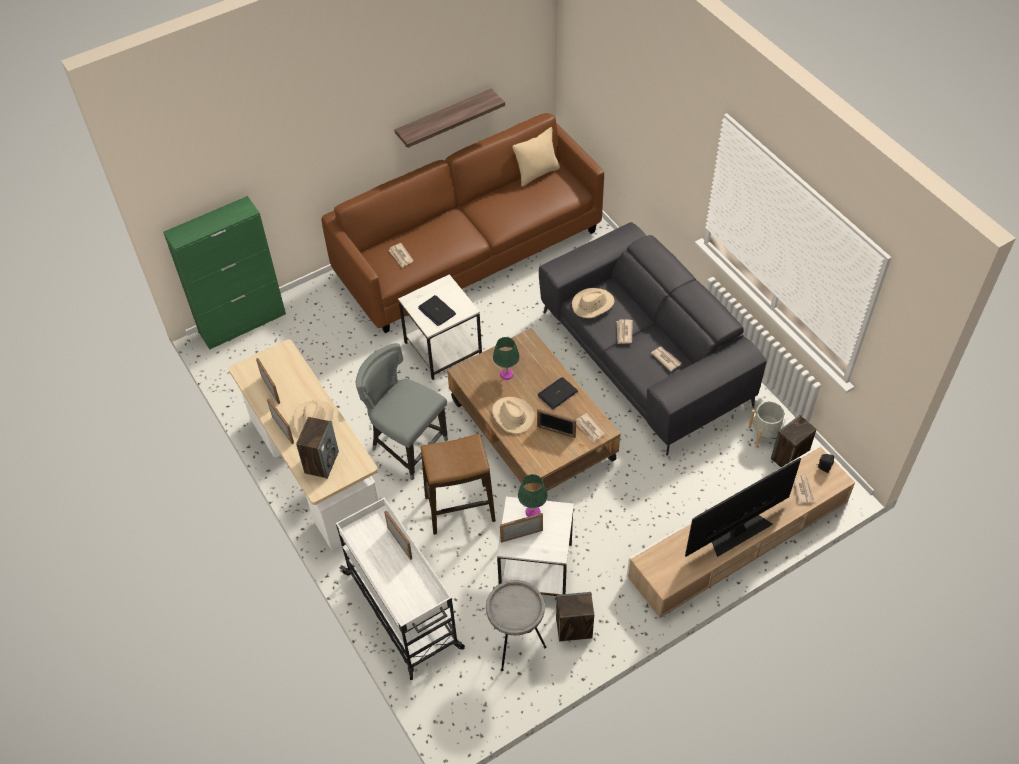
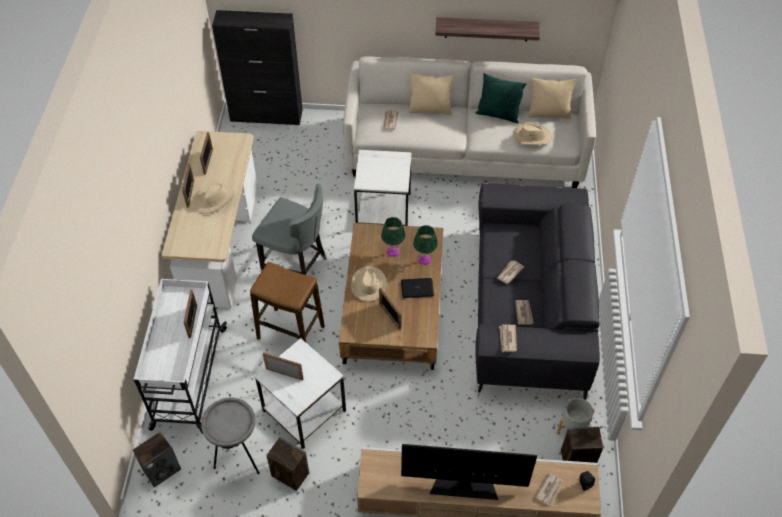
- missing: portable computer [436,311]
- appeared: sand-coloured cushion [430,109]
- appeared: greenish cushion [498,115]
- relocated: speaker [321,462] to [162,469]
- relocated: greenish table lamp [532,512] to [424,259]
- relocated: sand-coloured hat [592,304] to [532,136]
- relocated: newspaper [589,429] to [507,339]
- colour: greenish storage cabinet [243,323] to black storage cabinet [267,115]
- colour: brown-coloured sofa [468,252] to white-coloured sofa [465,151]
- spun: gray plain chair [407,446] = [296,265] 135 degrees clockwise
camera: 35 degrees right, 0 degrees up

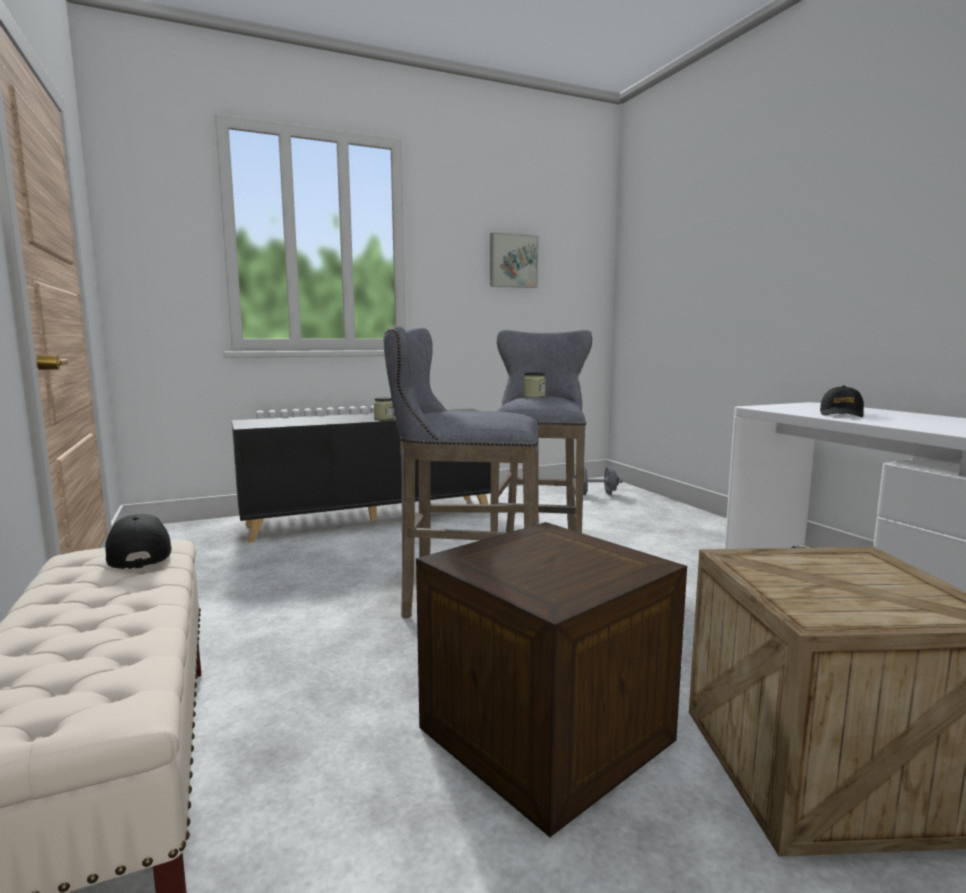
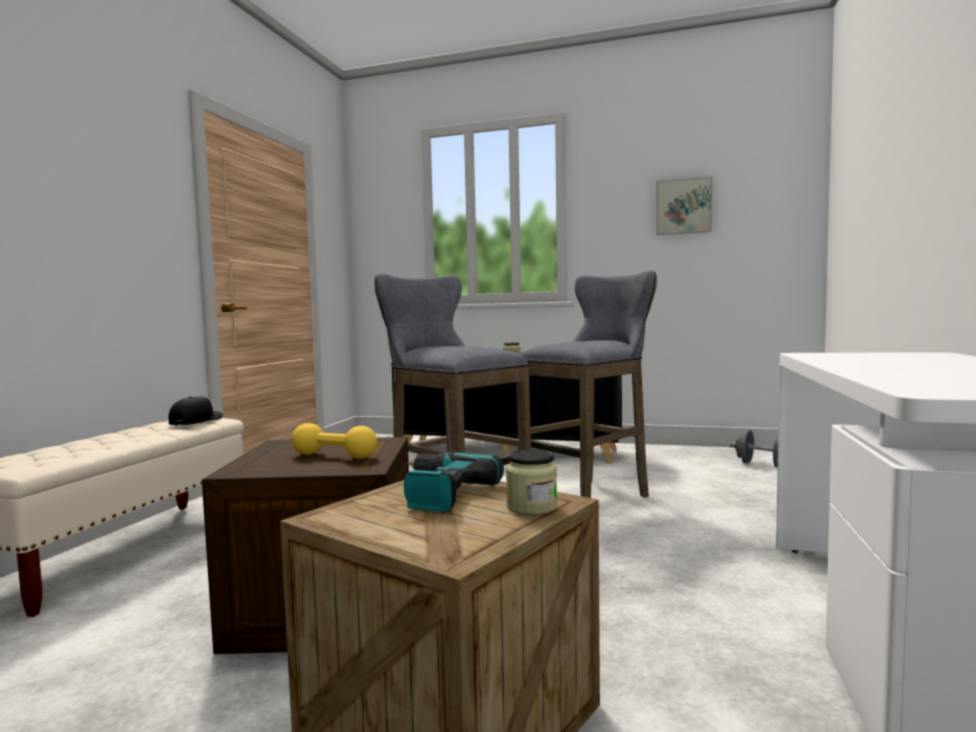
- missing: black baseball cap [841,414]
- appeared: yellow free weight [334,456]
- appeared: drill [440,494]
- relocated: jar [534,396] to [531,507]
camera: 40 degrees right, 5 degrees down

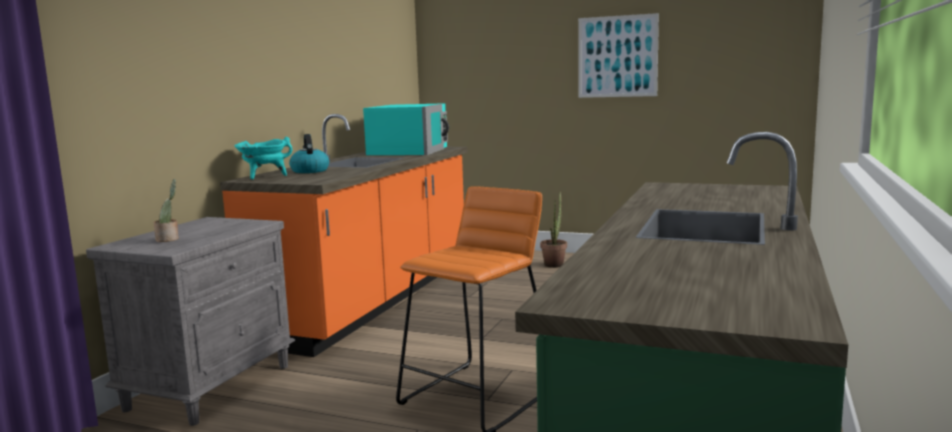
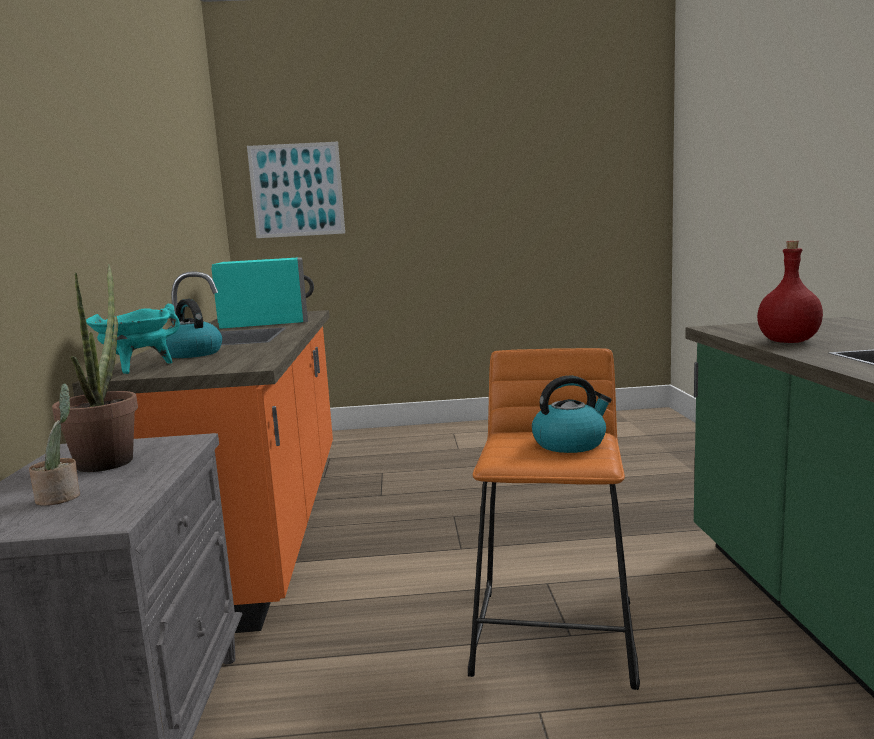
- appeared: tea kettle [570,443]
- appeared: red drink bottle [787,341]
- relocated: potted plant [554,264] to [109,459]
- relocated: wall picture [617,56] to [297,190]
camera: 25 degrees left, 0 degrees up

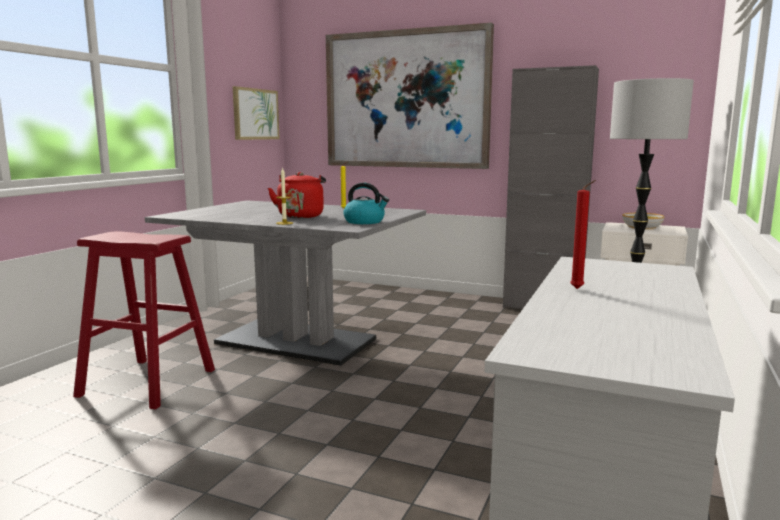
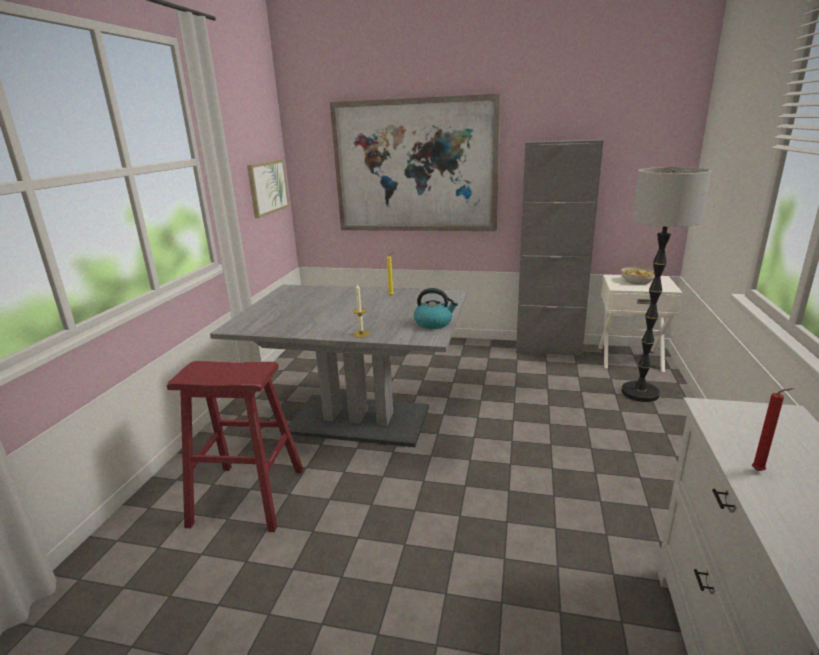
- missing: red tea kettle [301,216]
camera: 10 degrees left, 10 degrees up

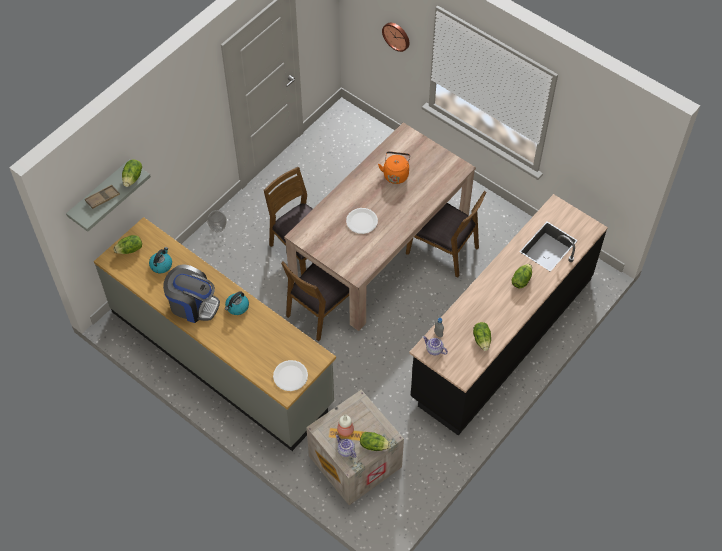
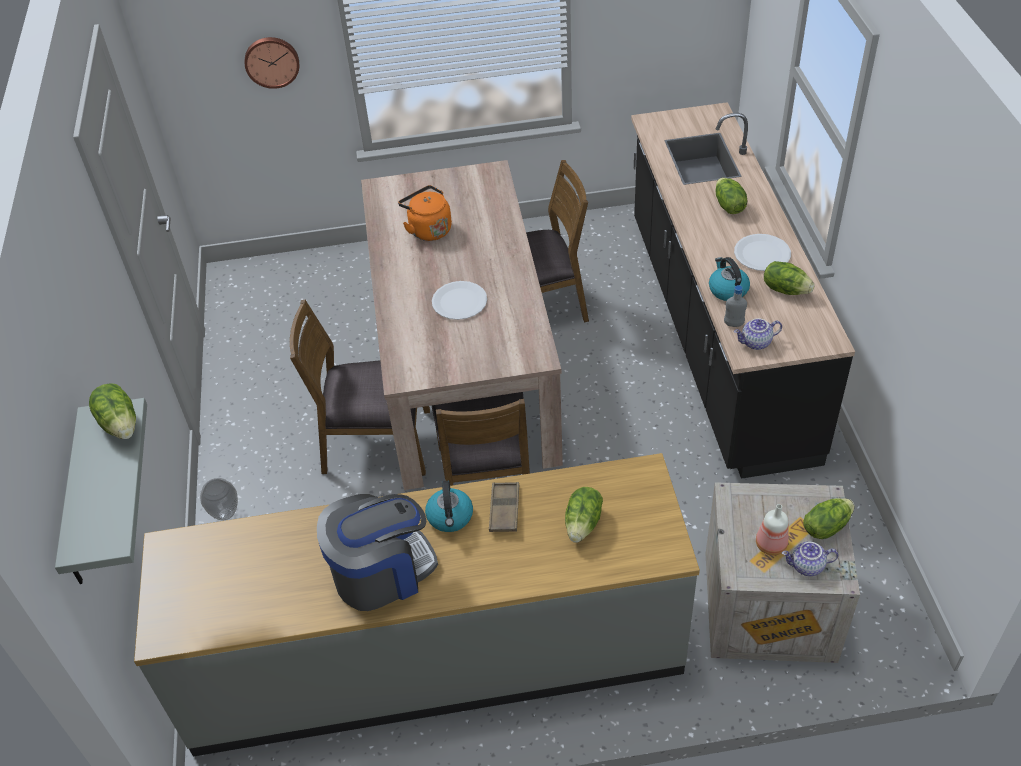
- relocated: brown-coloured tray [102,198] to [504,510]
- relocated: lettuce head [130,250] to [583,523]
- relocated: tea kettle [161,265] to [727,290]
- relocated: white-coloured plate [290,376] to [762,254]
camera: 45 degrees left, 10 degrees down

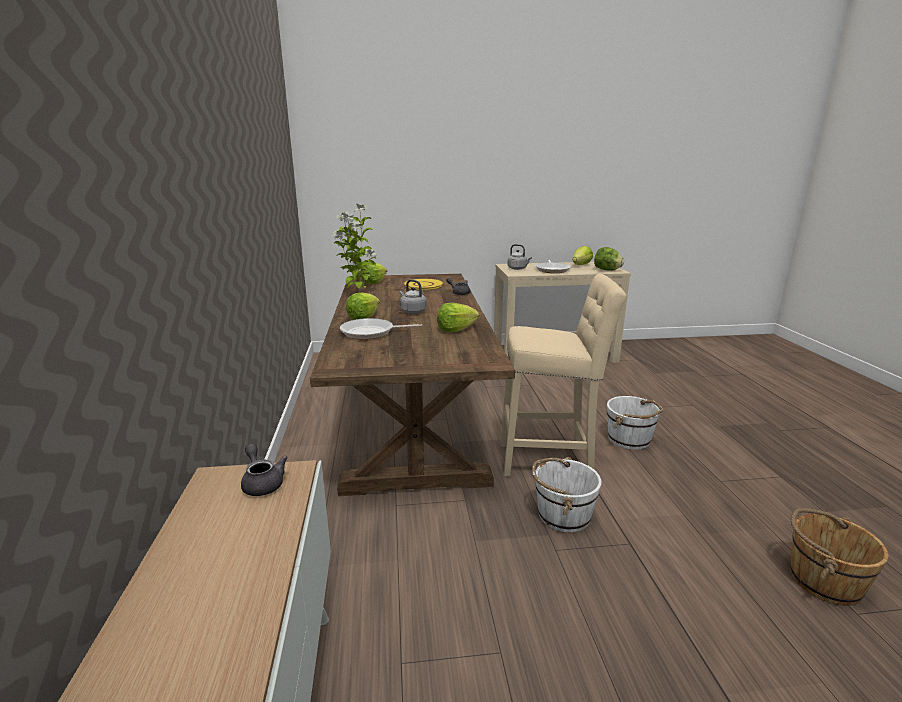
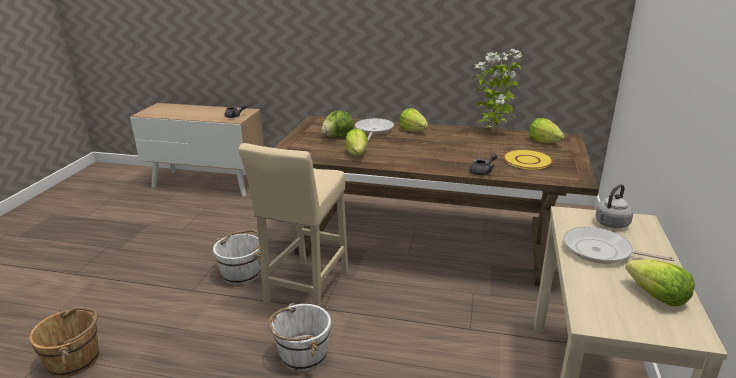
- missing: gray tea kettle [412,311]
- relocated: lettuce head [607,270] to [337,136]
camera: 110 degrees right, 5 degrees up

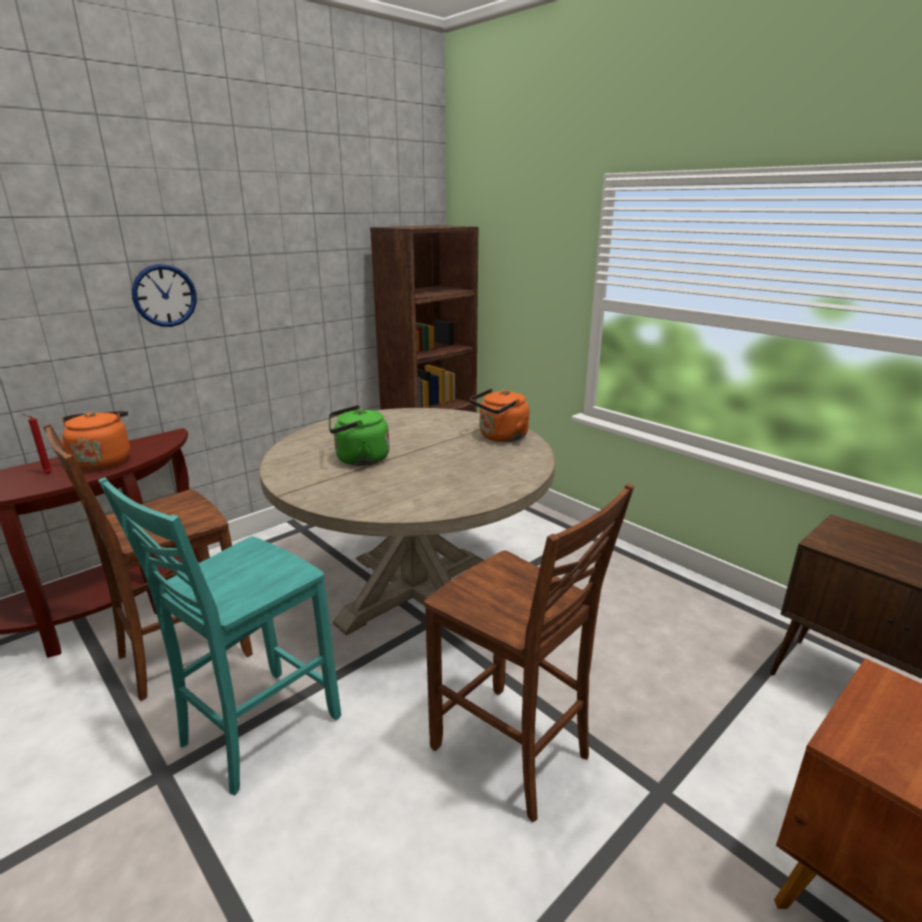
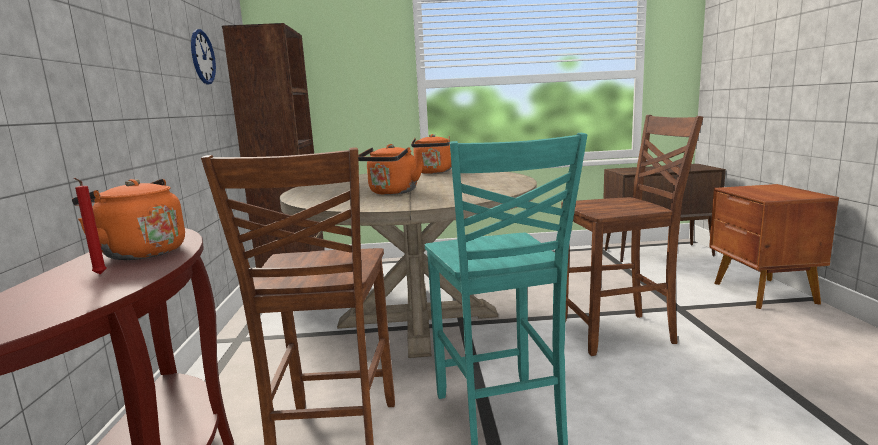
- relocated: clock on the wall [164,295] to [202,57]
- colour: greenish tea kettle [359,459] to orange-coloured tea kettle [392,193]
camera: 50 degrees left, 10 degrees down

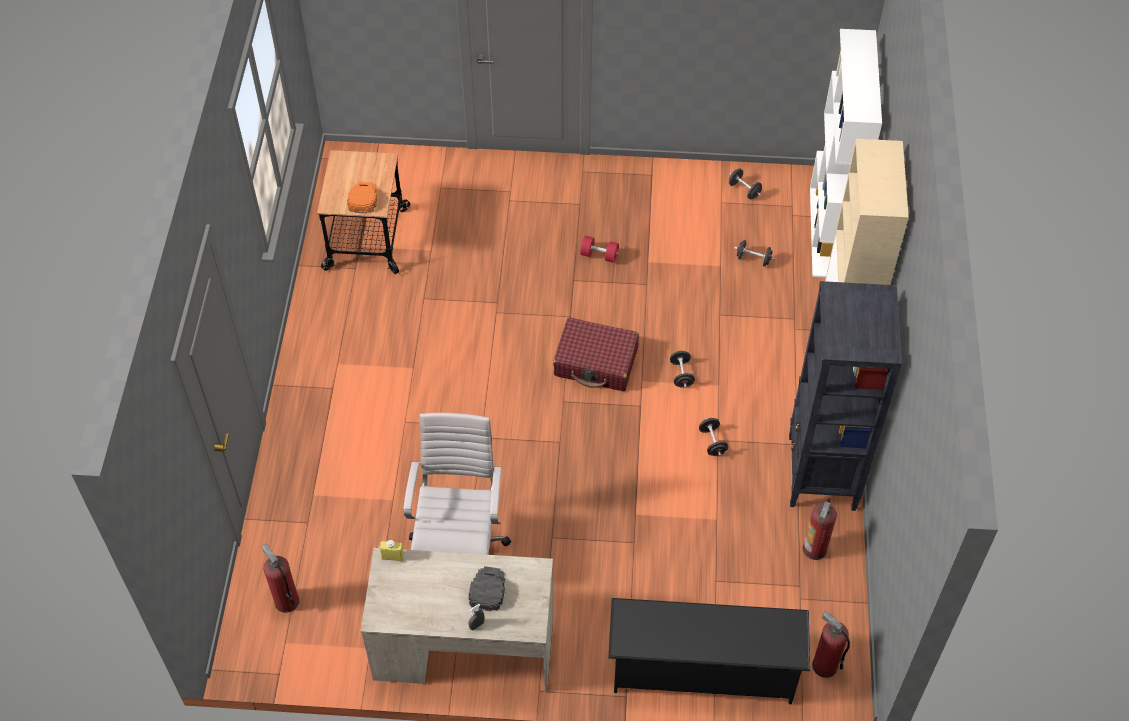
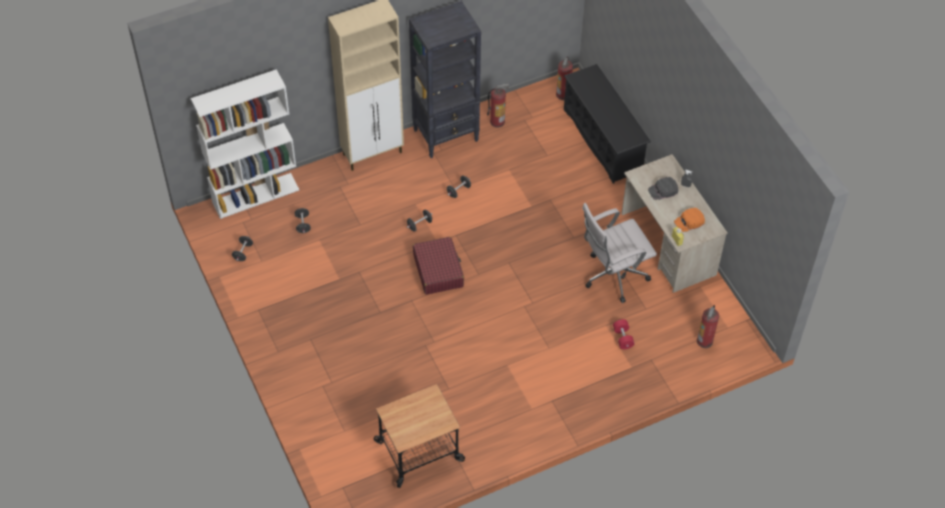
- relocated: orange-coloured baseball cap [363,198] to [689,222]
- relocated: red free weight [599,255] to [623,338]
camera: 120 degrees left, 0 degrees up

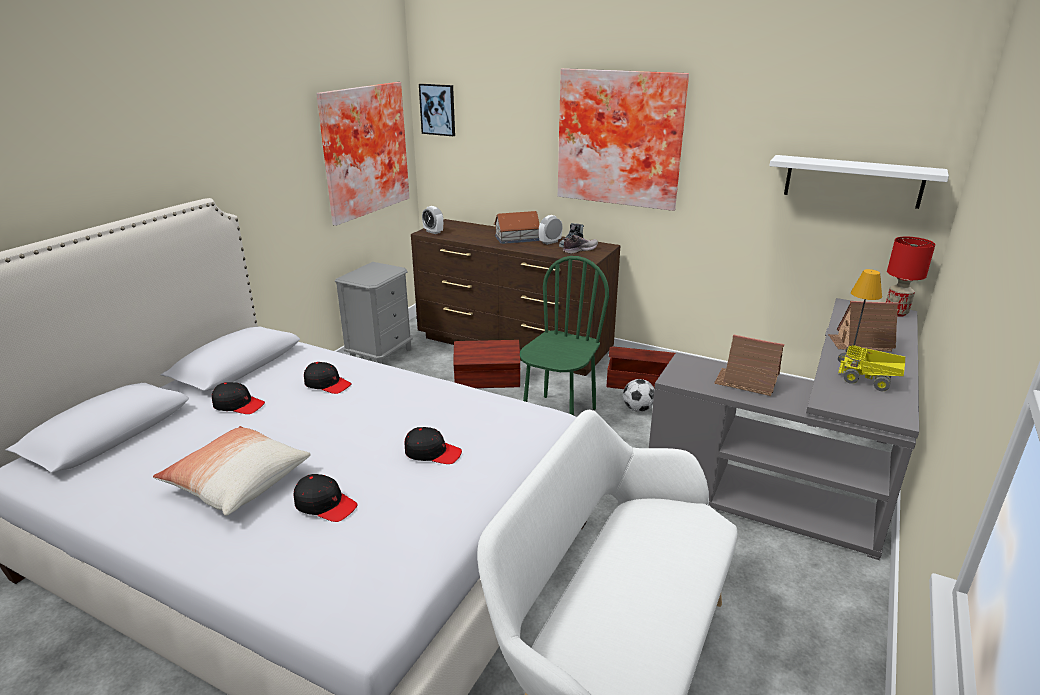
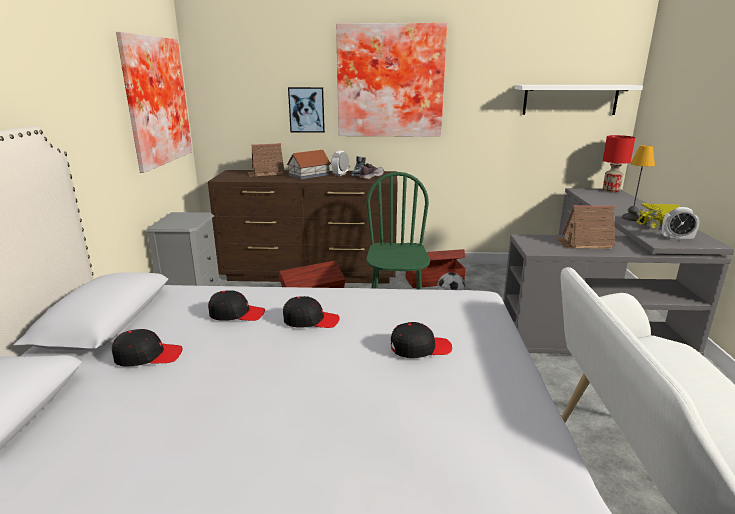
- missing: cushion [237,483]
- relocated: black baseball cap [325,505] to [310,320]
- relocated: wall picture [438,109] to [306,110]
- relocated: alarm clock [433,232] to [676,239]
- relocated: miniature house [860,343] to [266,173]
camera: 25 degrees left, 5 degrees down

